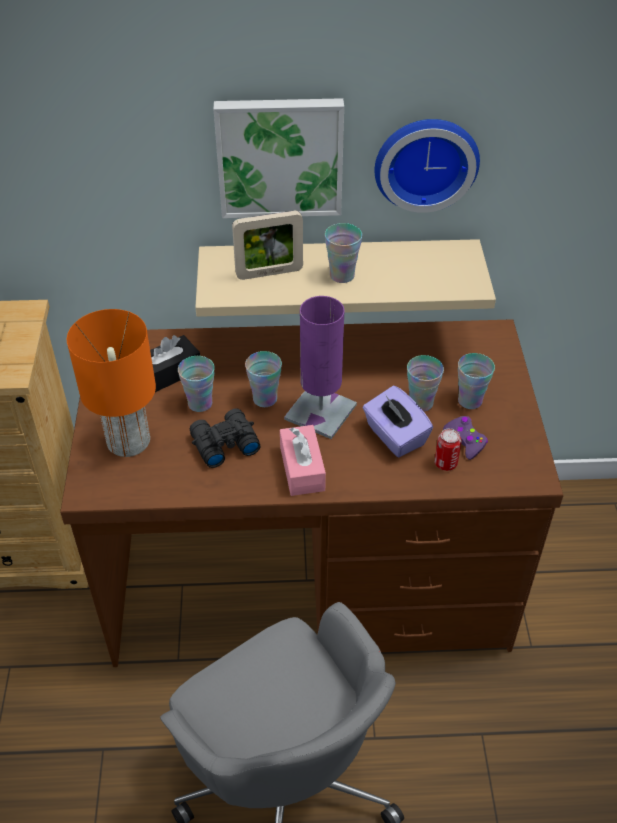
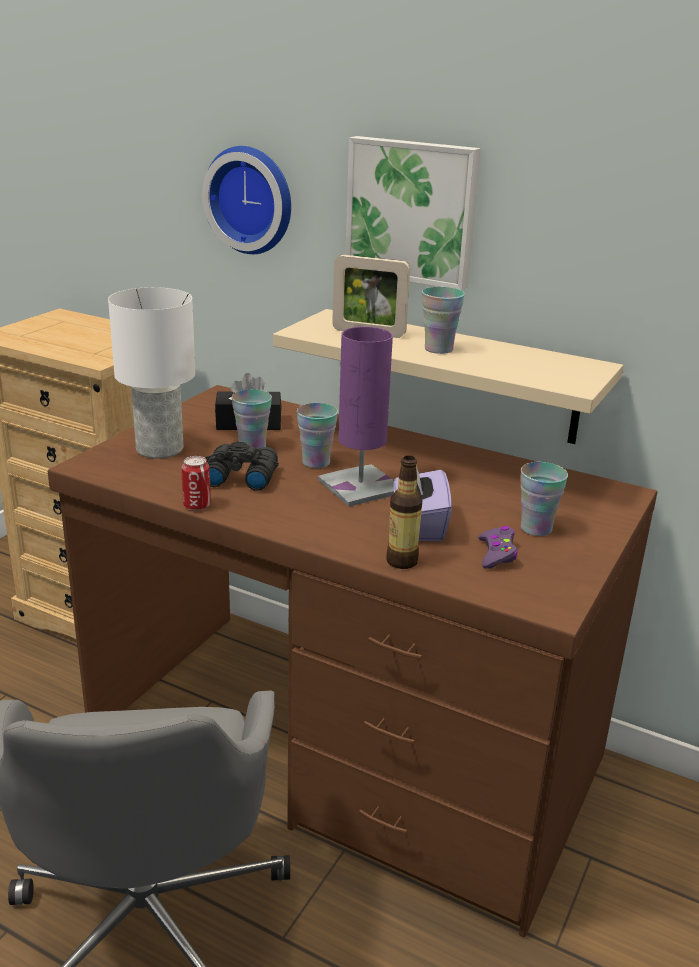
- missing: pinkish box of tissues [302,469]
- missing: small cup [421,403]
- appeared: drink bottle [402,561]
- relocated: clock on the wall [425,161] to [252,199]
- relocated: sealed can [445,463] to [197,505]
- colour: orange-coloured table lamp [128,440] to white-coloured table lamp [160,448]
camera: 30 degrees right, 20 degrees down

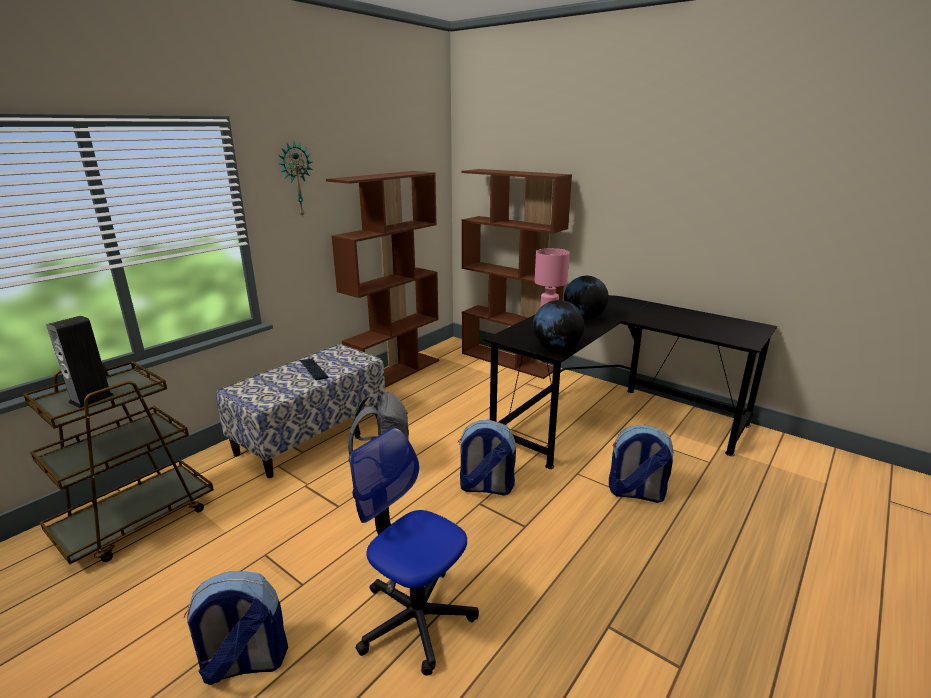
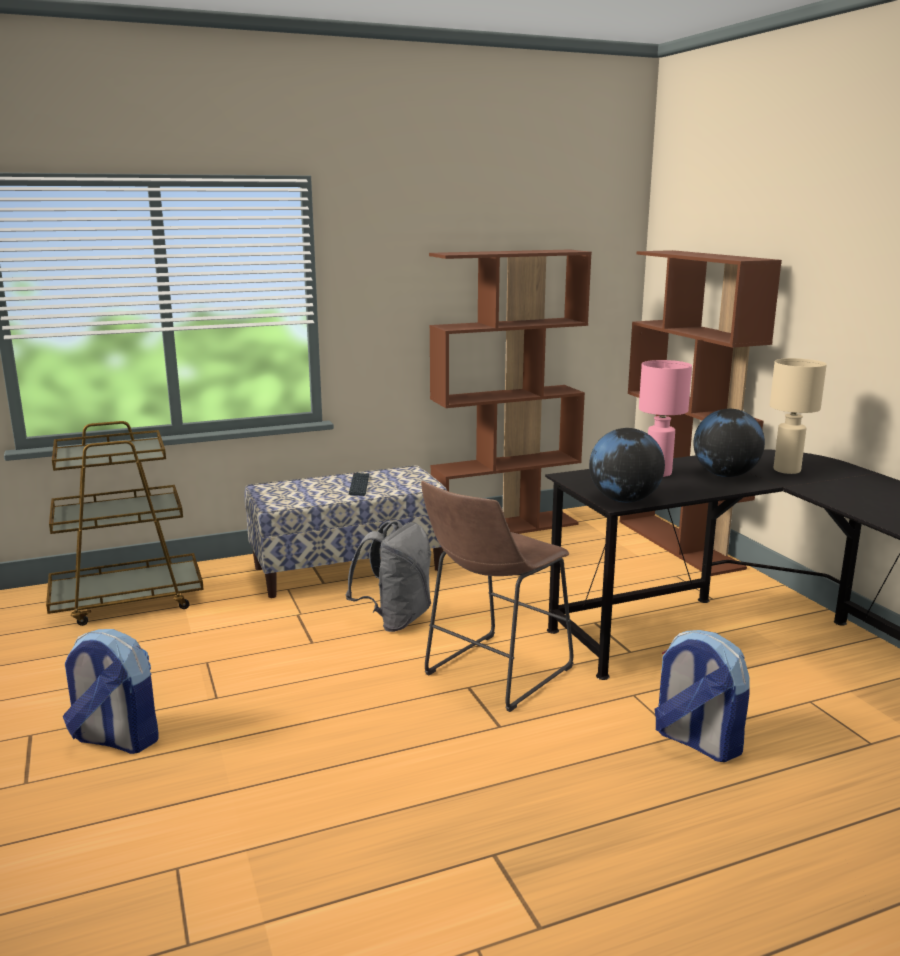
- missing: speaker [91,398]
- missing: clock on the wall [296,179]
- missing: desk chair [415,618]
- appeared: sand-coloured table lamp [787,470]
- exchanged: knapsack [485,487] to brown-coloured sitting stool [493,673]
camera: 30 degrees right, 5 degrees down

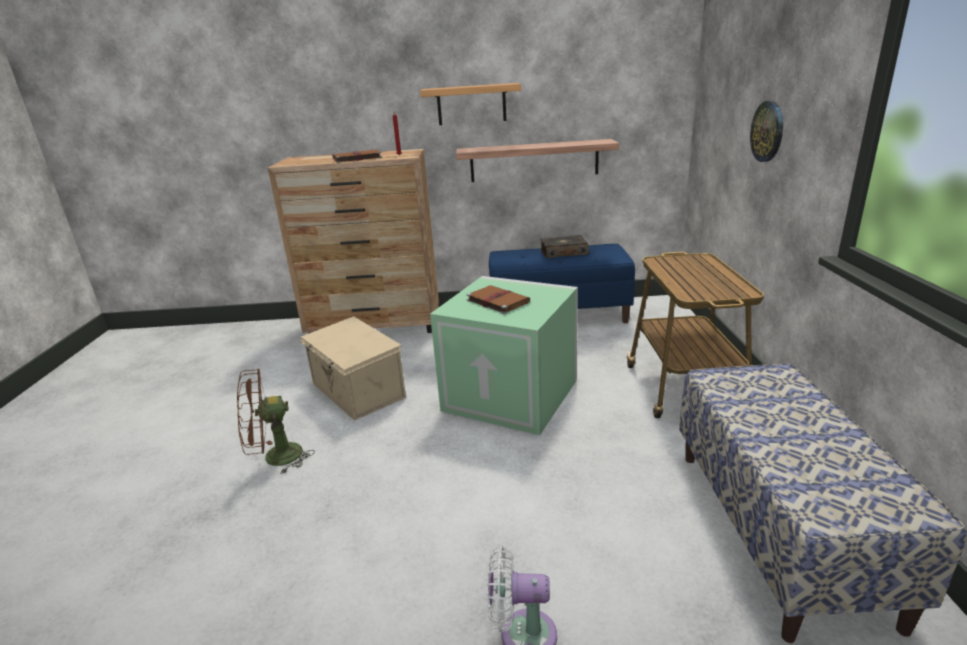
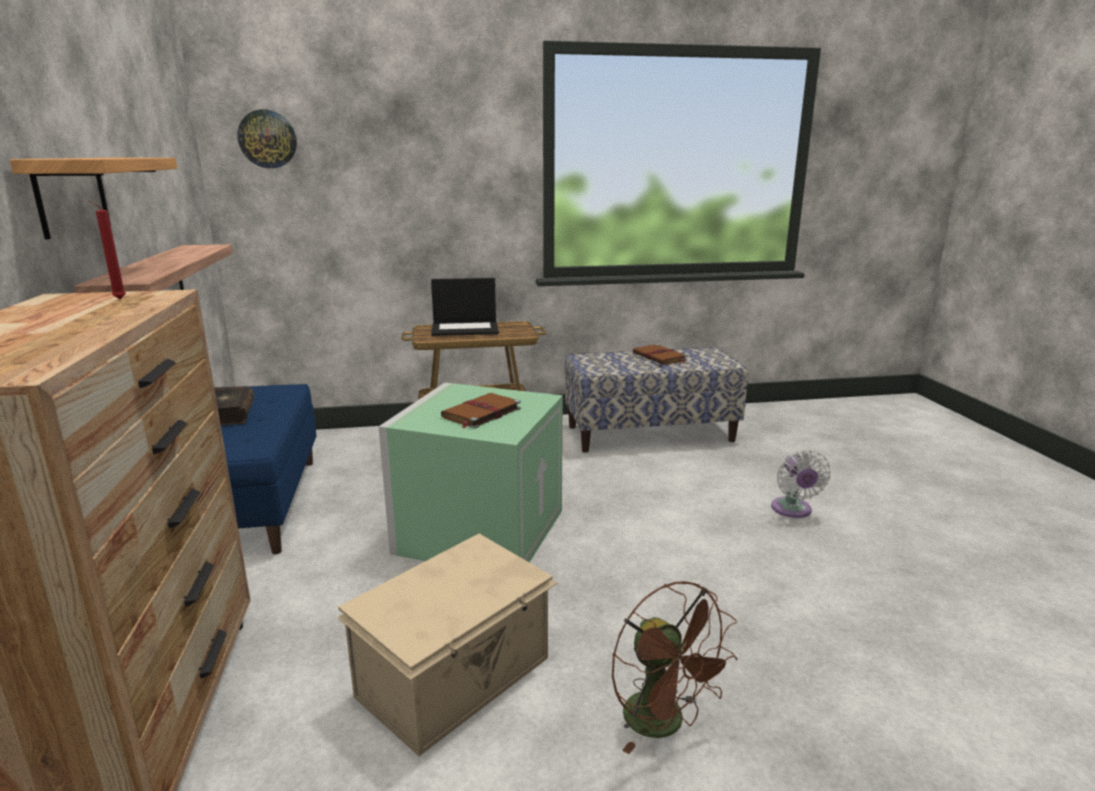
- appeared: portable computer [466,329]
- relocated: brown-coloured volume [356,158] to [660,357]
- relocated: clock on the wall [768,131] to [267,139]
camera: 100 degrees left, 5 degrees down

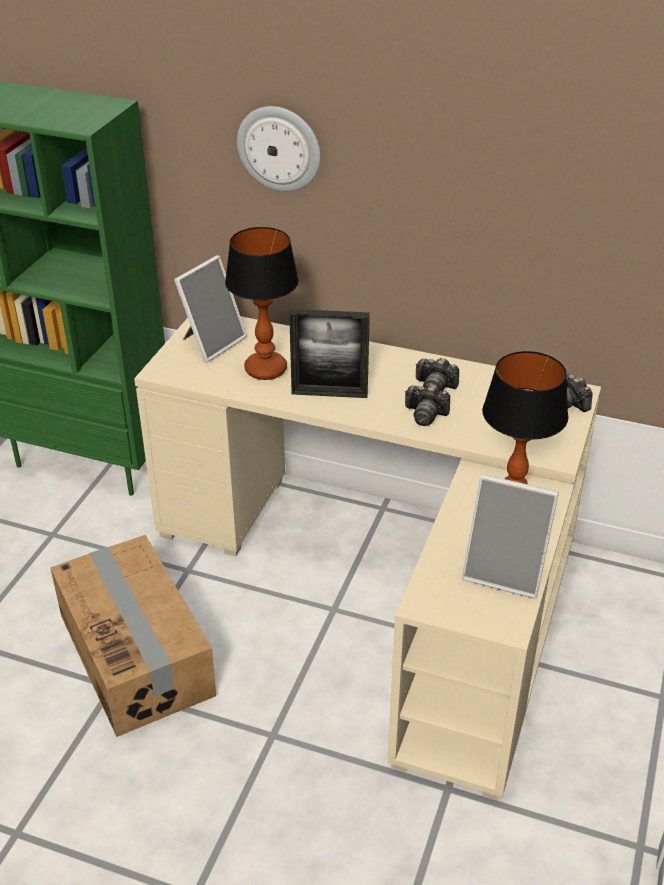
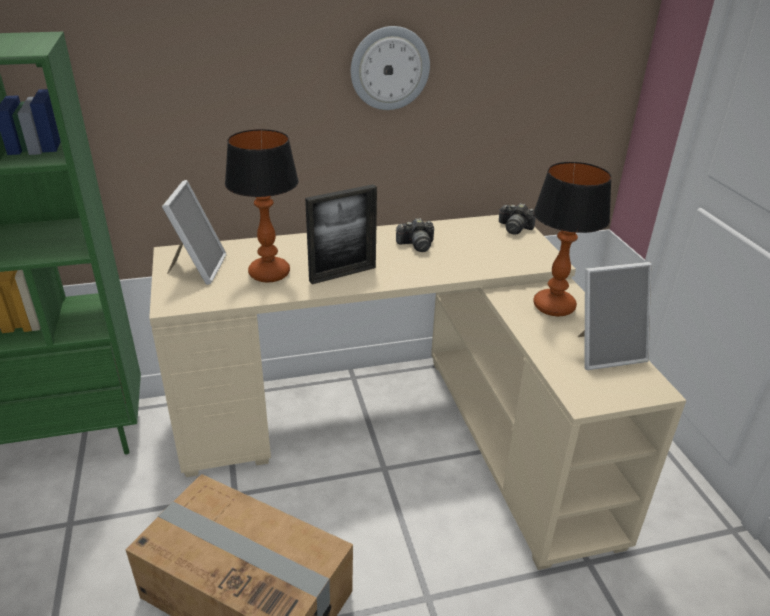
- missing: photo camera [425,414]
- relocated: clock on the wall [279,148] to [389,68]
camera: 35 degrees left, 5 degrees down

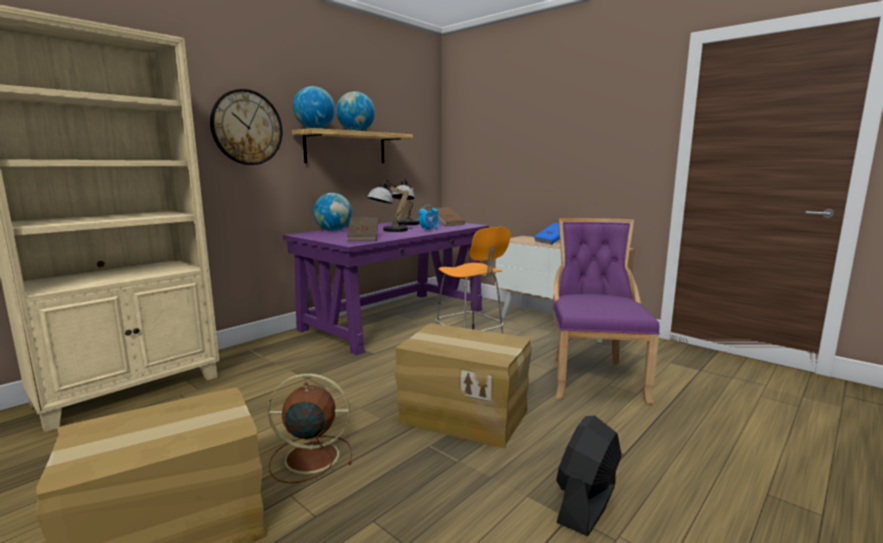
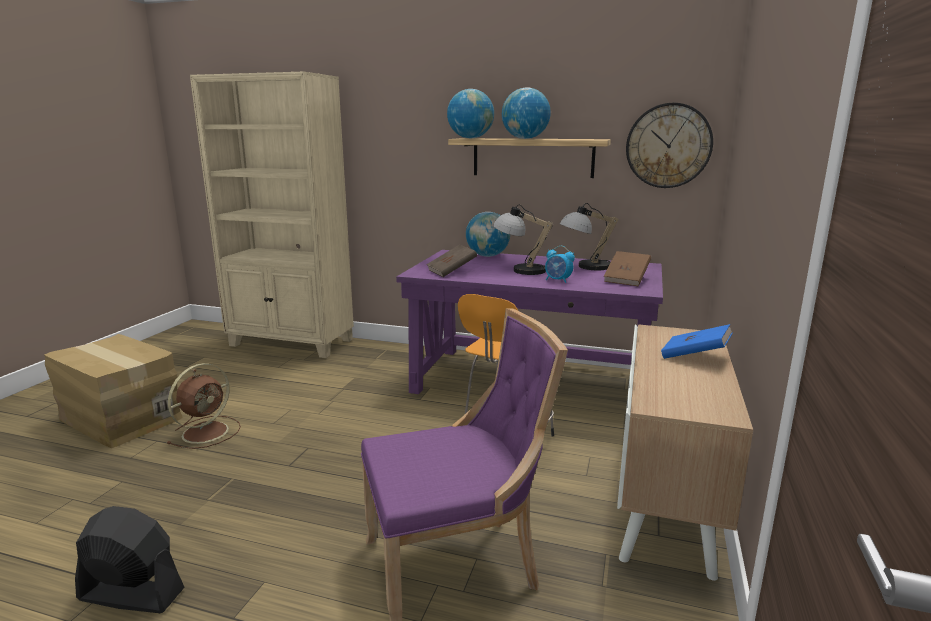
- missing: cardboard box [464,414]
- relocated: clock on the wall [247,127] to [668,146]
- spun: brown-coloured fan [309,457] = [207,431] 60 degrees clockwise
camera: 65 degrees right, 5 degrees up

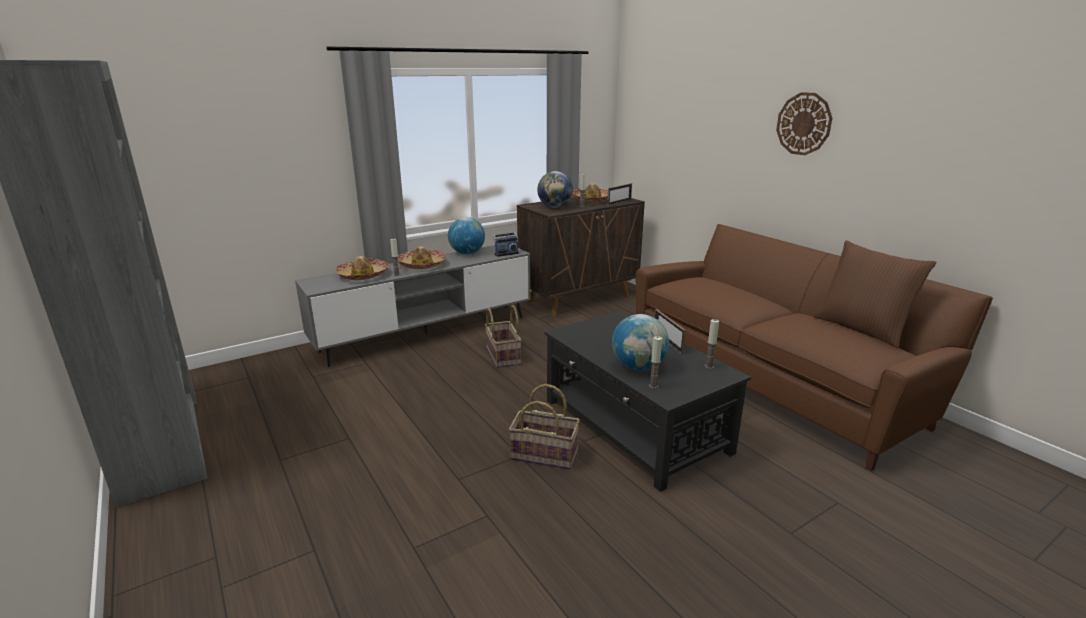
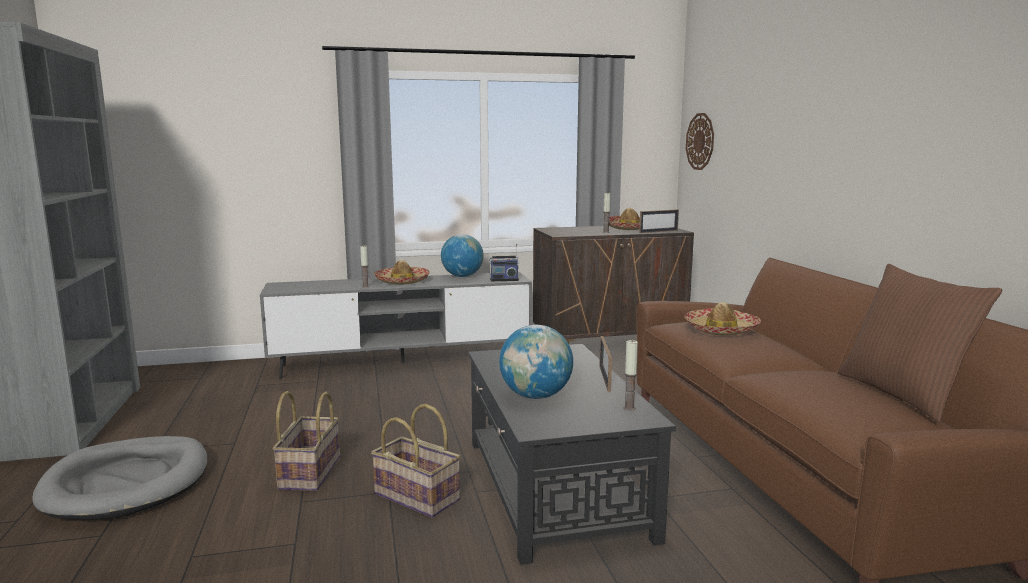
- missing: desk globe [555,207]
- missing: wax candle [653,386]
- appeared: gray pet bed [127,483]
- relocated: hat [363,275] to [721,330]
- relocated: storage basket [502,356] to [309,472]
- relocated: clock on the wall [804,124] to [700,141]
camera: 20 degrees right, 10 degrees down

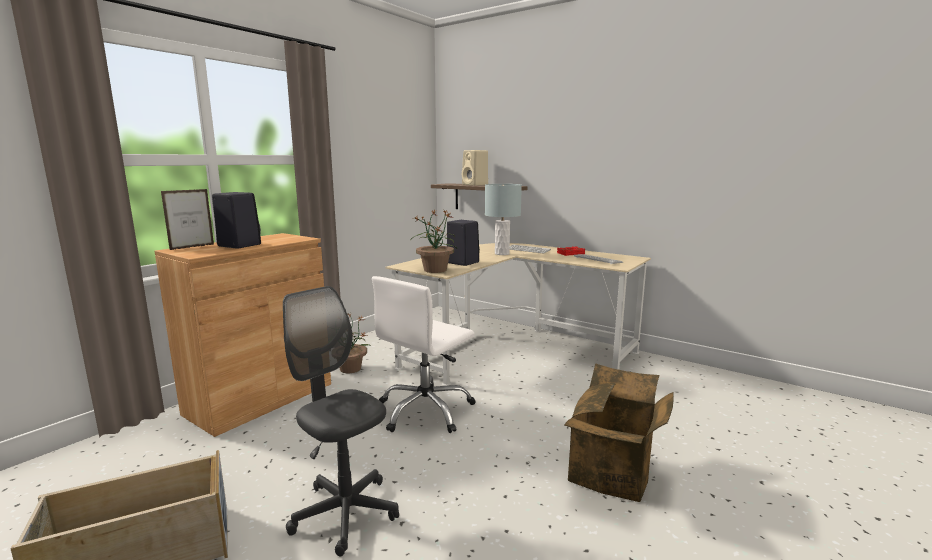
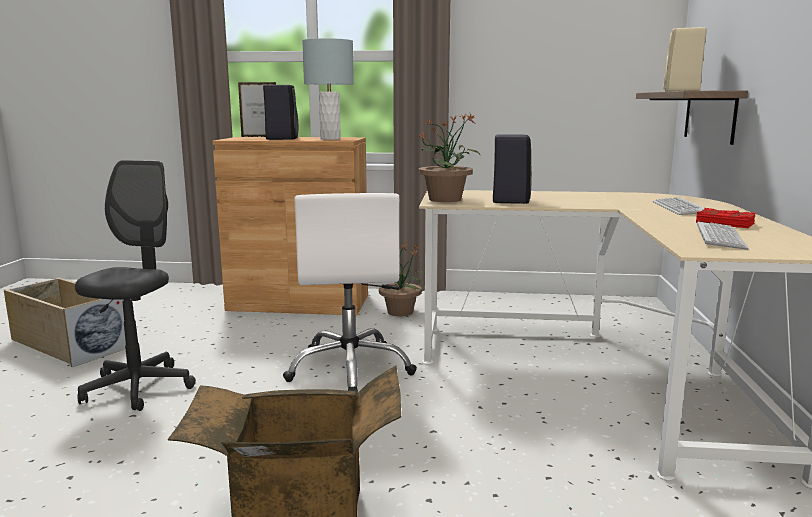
- relocated: gray table lamp [501,253] to [330,139]
- spun: white-coloured desk chair [426,410] = [350,369] 105 degrees counterclockwise
camera: 60 degrees right, 0 degrees up

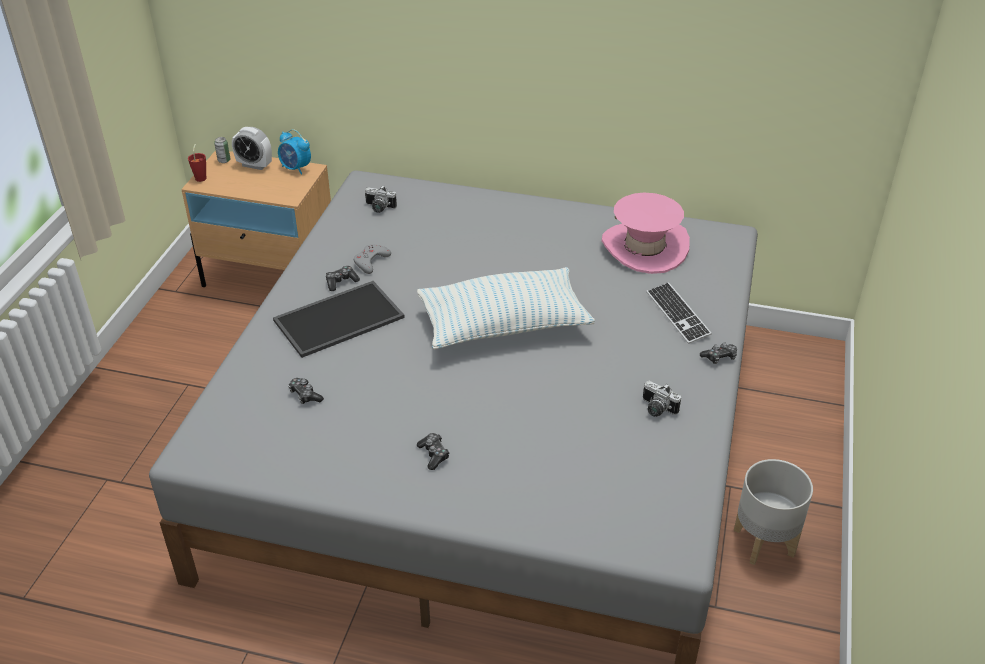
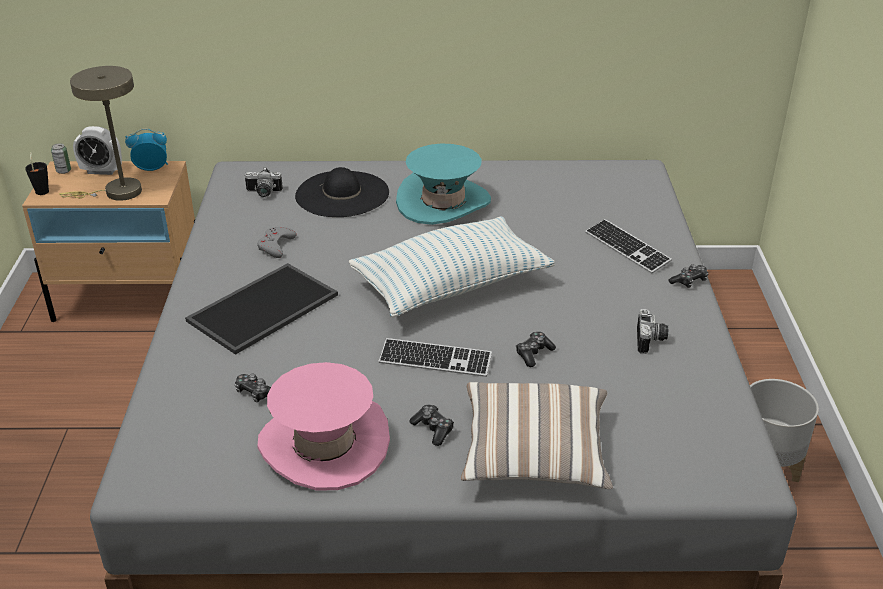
- appeared: sand-coloured table lamp [117,192]
- appeared: black hat [342,194]
- appeared: computer keyboard [435,360]
- appeared: turquoise-coloured hat [443,202]
- appeared: cushion [534,455]
- relocated: gamepad [341,282] to [533,353]
- relocated: pinkish hat [644,247] to [324,444]
- colour: red small cup [201,177] to black small cup [42,190]
- spun: alarm clock [296,168] = [151,168] 150 degrees clockwise
- spun: photo camera [656,409] = [651,341] 105 degrees counterclockwise
camera: 15 degrees left, 5 degrees down

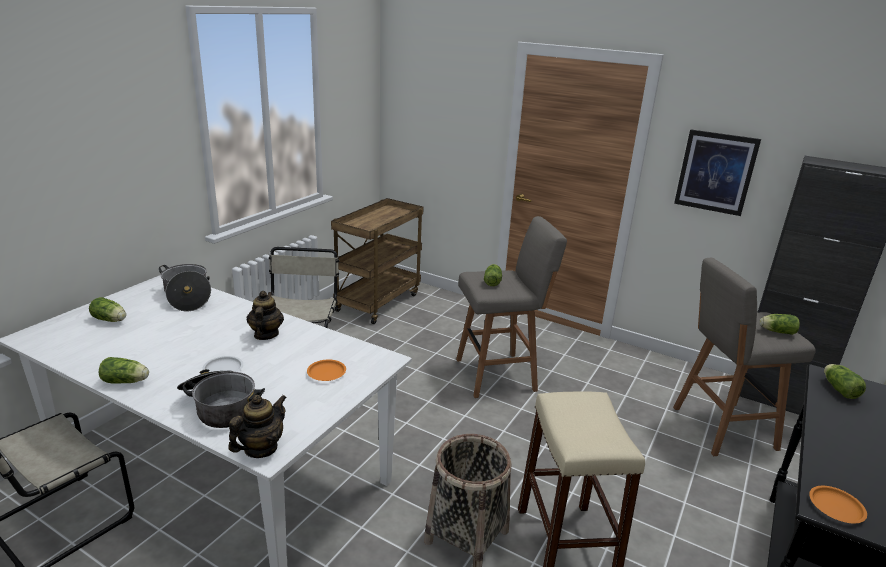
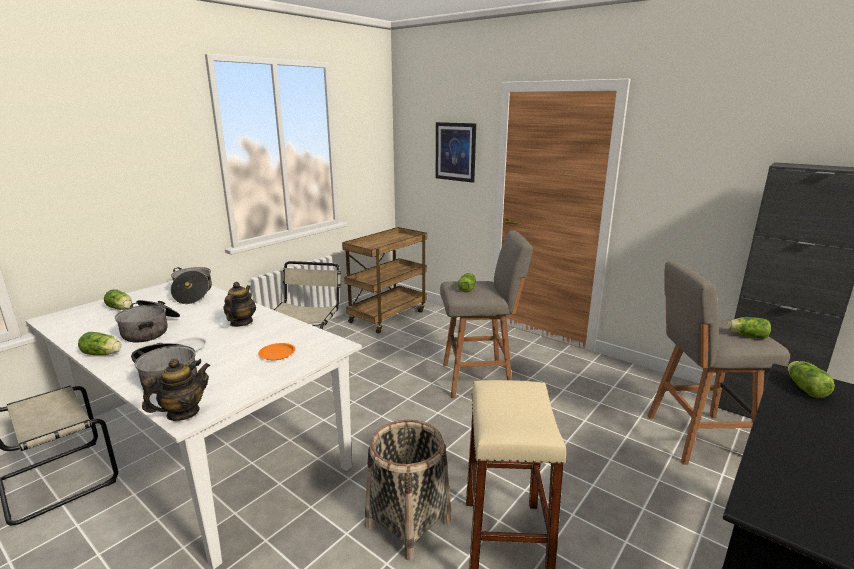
- missing: orange-coloured plate [835,507]
- appeared: cooking pot [151,330]
- relocated: wall picture [715,172] to [455,152]
camera: 10 degrees right, 5 degrees down

